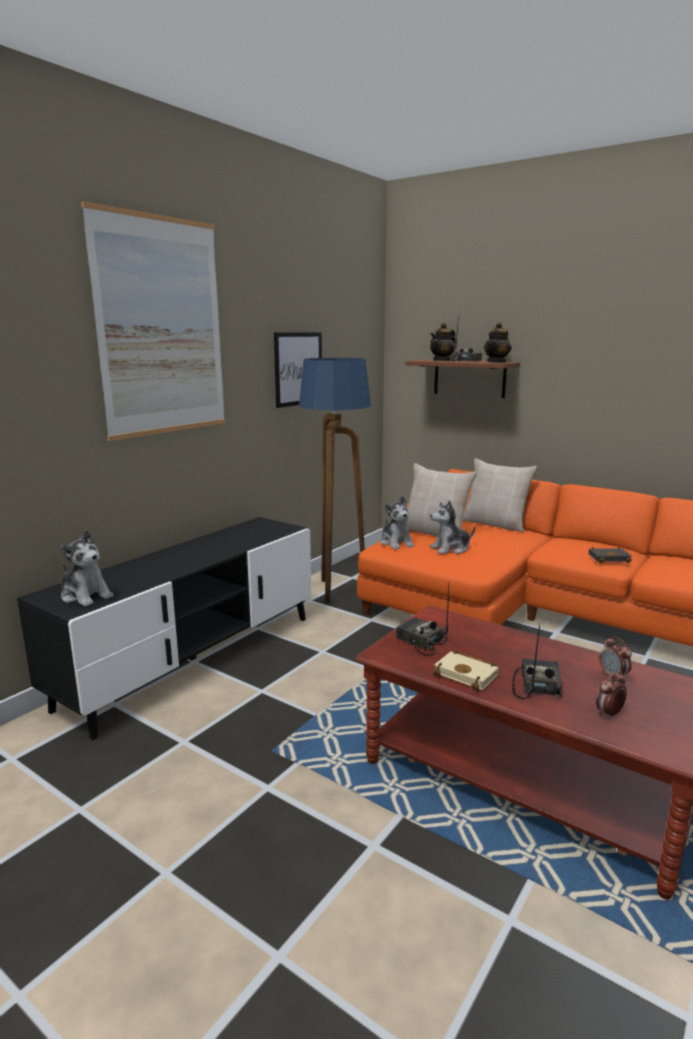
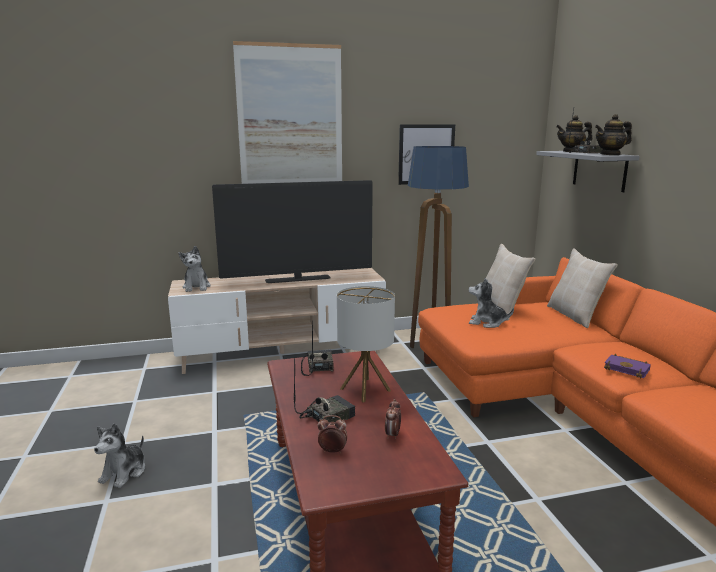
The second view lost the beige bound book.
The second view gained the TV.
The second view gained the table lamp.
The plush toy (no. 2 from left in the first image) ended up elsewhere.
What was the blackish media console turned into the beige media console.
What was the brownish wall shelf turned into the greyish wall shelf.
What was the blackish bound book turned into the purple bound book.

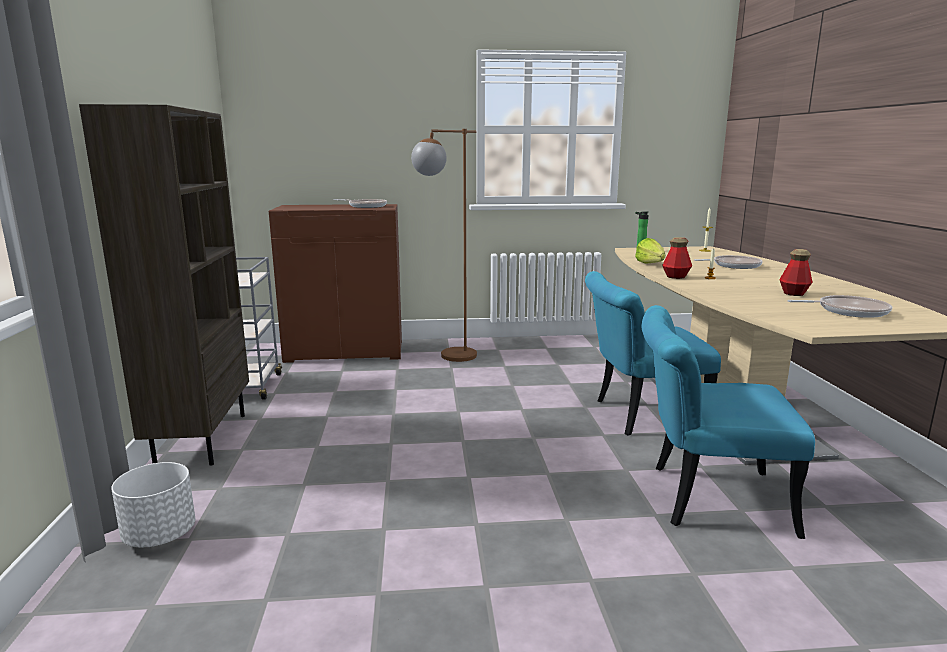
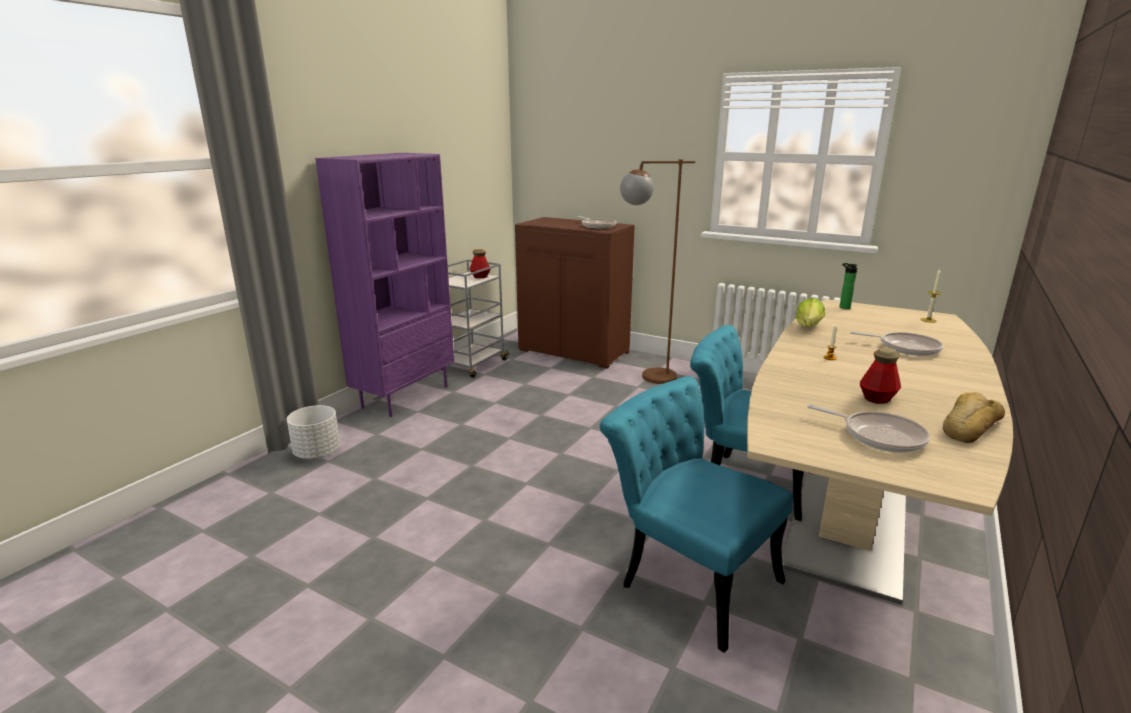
The second view gained the bakery bread.
The beverage bottle (no. 2 from left in the first image) ended up elsewhere.
What was the brownish shelving unit turned into the purple shelving unit.

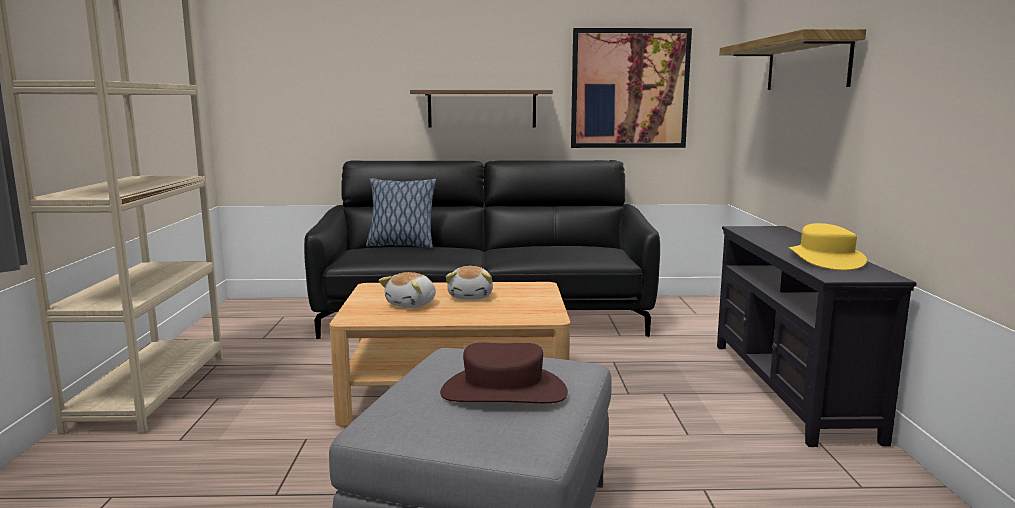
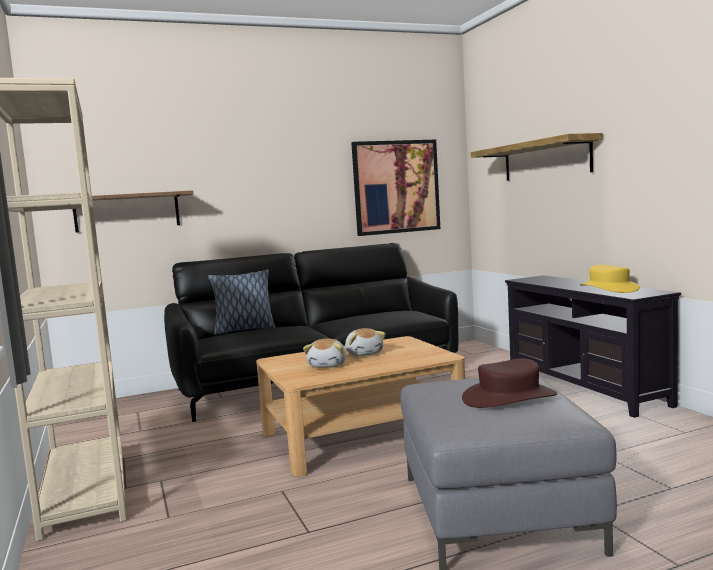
The wall shelf (no. 1 from left) ended up elsewhere.

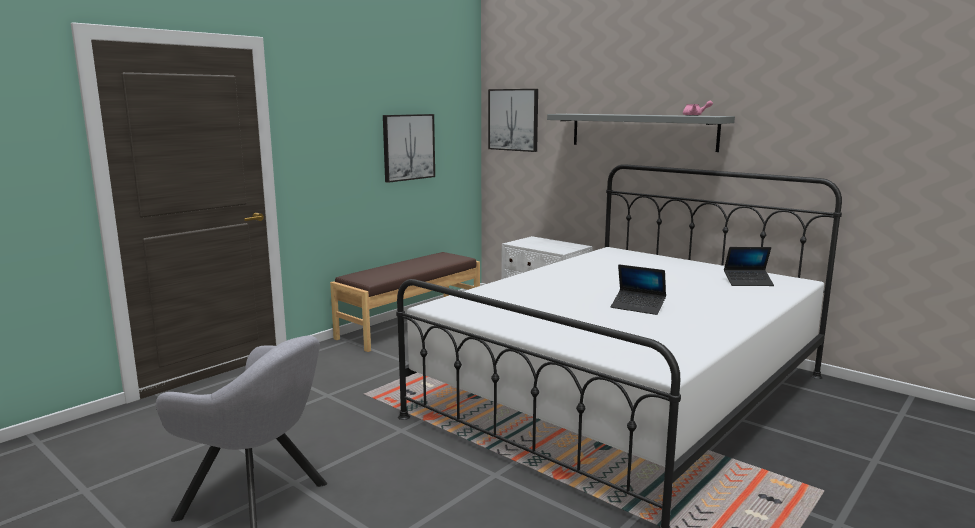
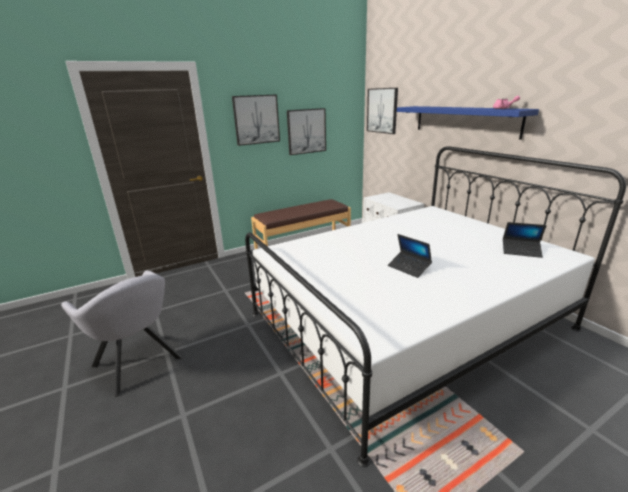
The second view gained the wall picture (no. 1 from left).
What was the greyish wall shelf turned into the bluish wall shelf.

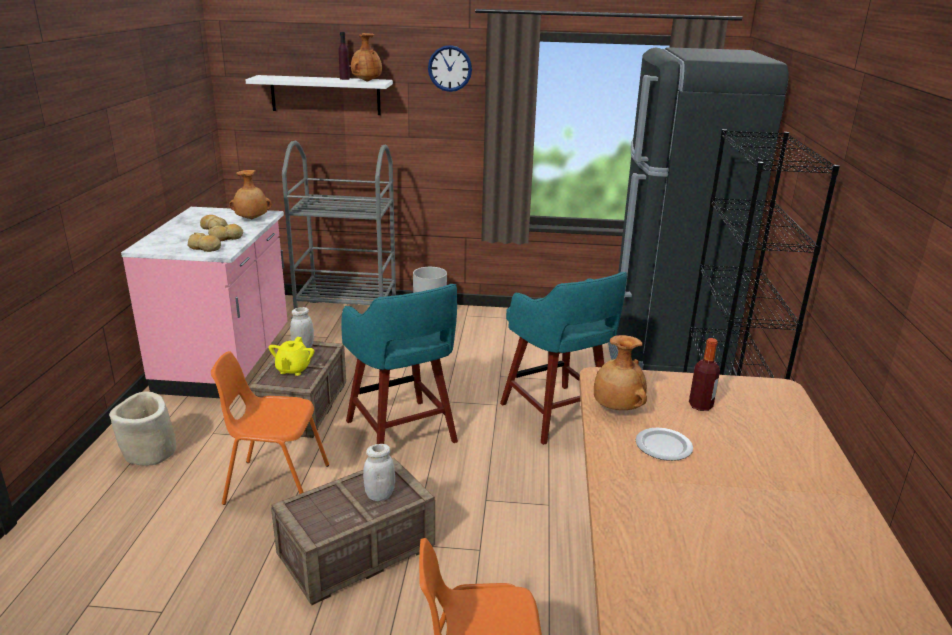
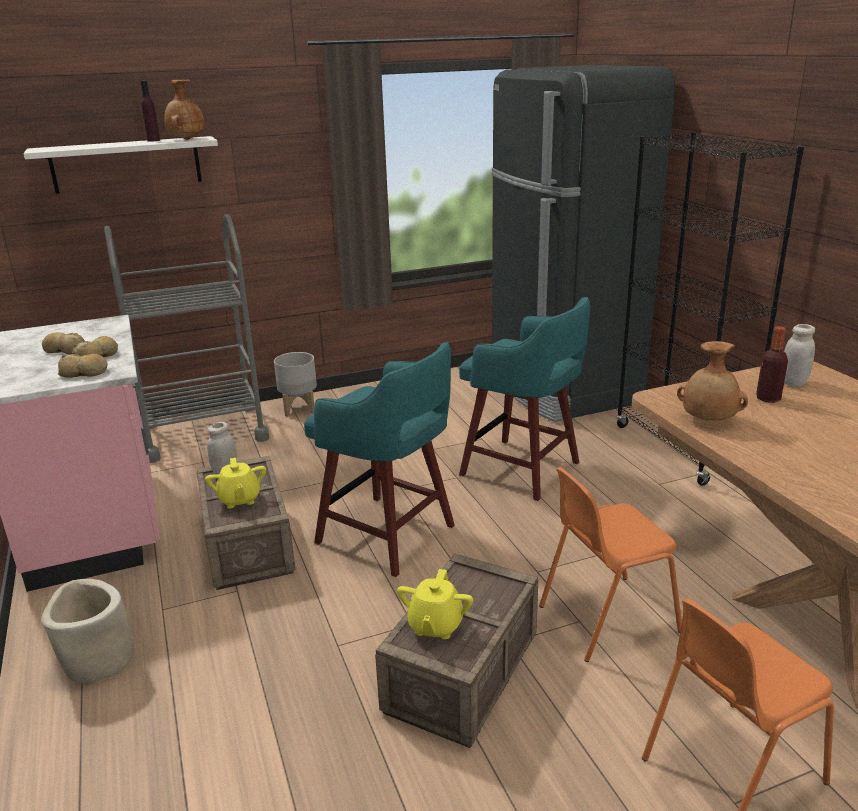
The second view lost the brownish vase (no. 1 from left).
The second view lost the wall clock.
The second view lost the flat dish.
The second view gained the yellow teapot (no. 2 from left).
The orange-coloured upright chair (no. 1 from left) ended up elsewhere.
The white-coloured jar (no. 2 from left) ended up elsewhere.

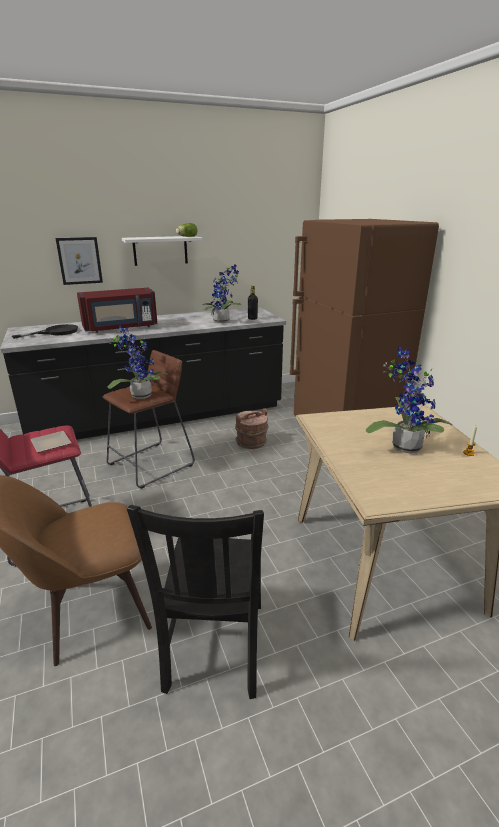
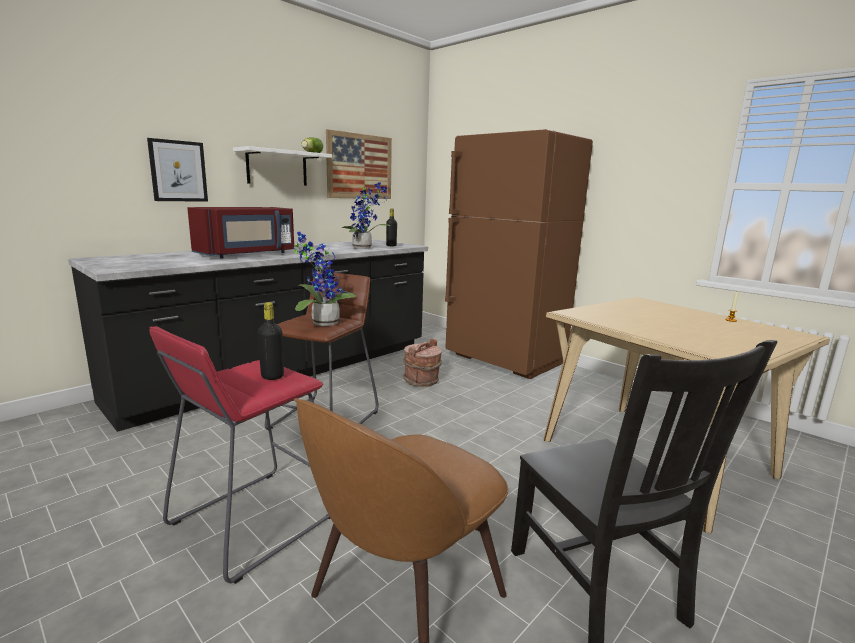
The second view lost the blackish skillet.
The second view lost the potted plant (no. 3 from left).
The second view gained the wall picture (no. 2 from left).
Where the flat dish stood, the blackish beverage bottle (no. 1 from left) came to stand.

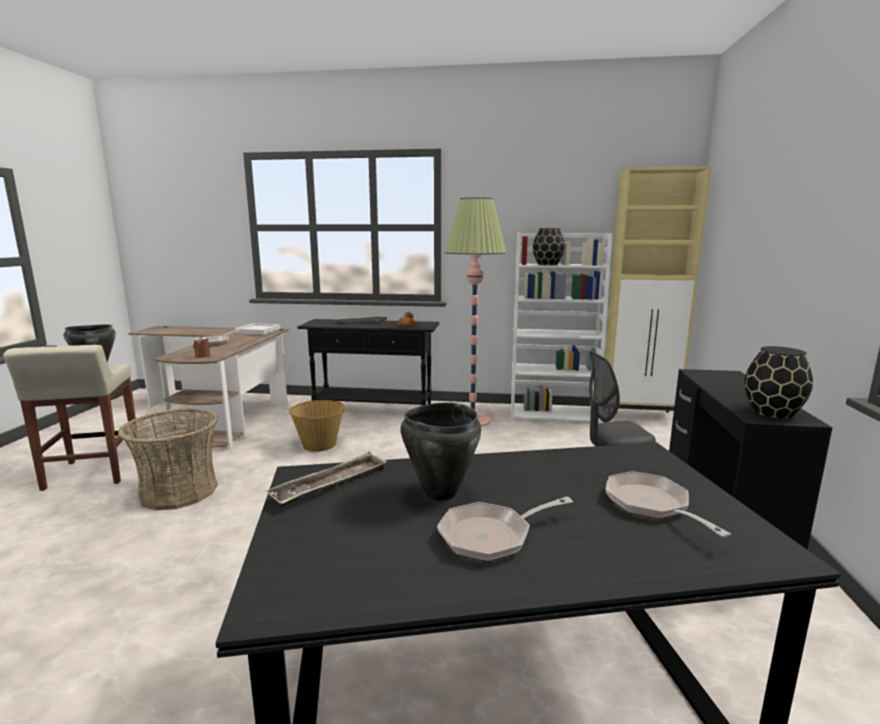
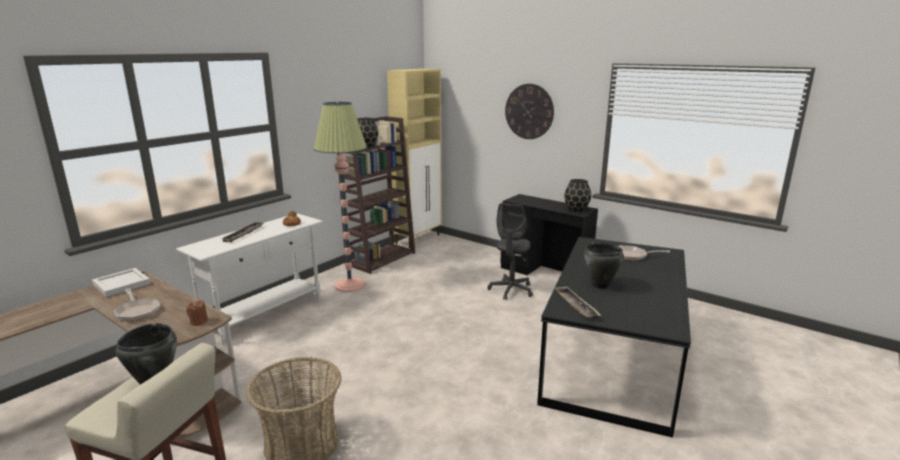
The second view lost the storage basket (no. 2 from left).
The second view lost the skillet (no. 2 from left).
The second view gained the wall clock.
What was the blackish narrow table turned into the white-coloured narrow table.
What was the white-coloured shelving unit turned into the brownish shelving unit.

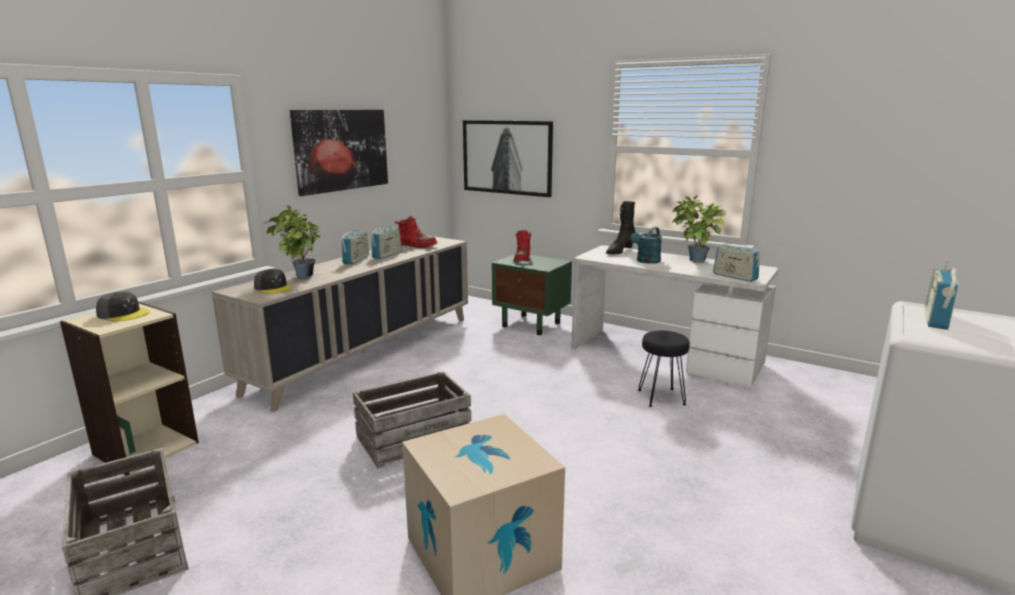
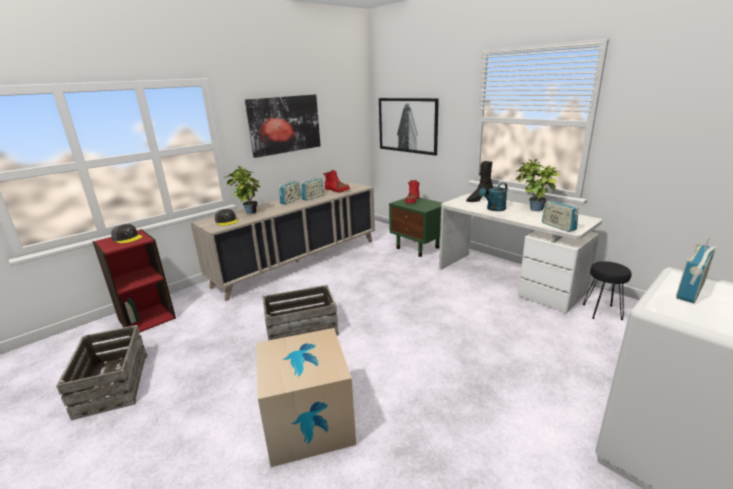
The blackish stool ended up elsewhere.
What was the beige shelving unit turned into the red shelving unit.

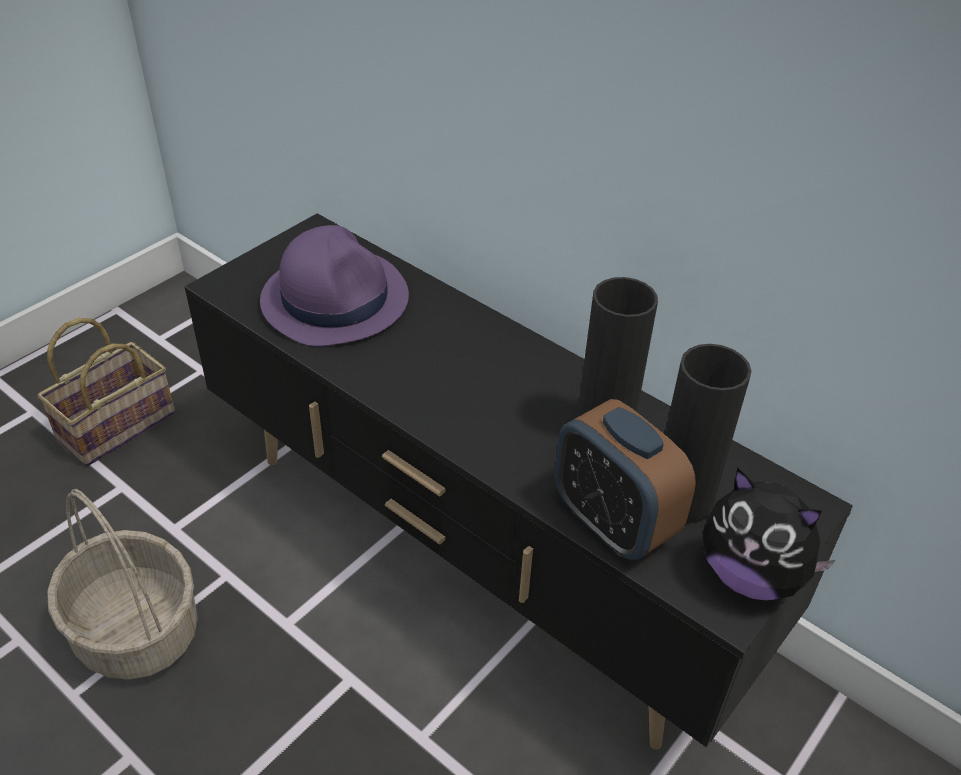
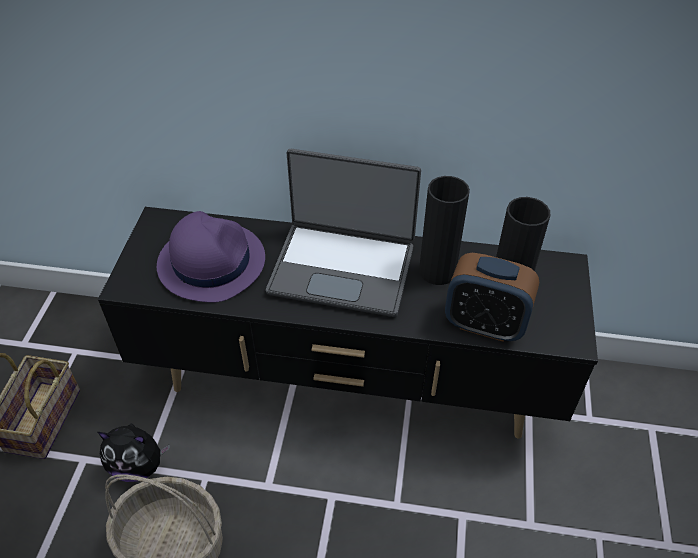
The second view gained the portable computer.
The plush toy ended up elsewhere.

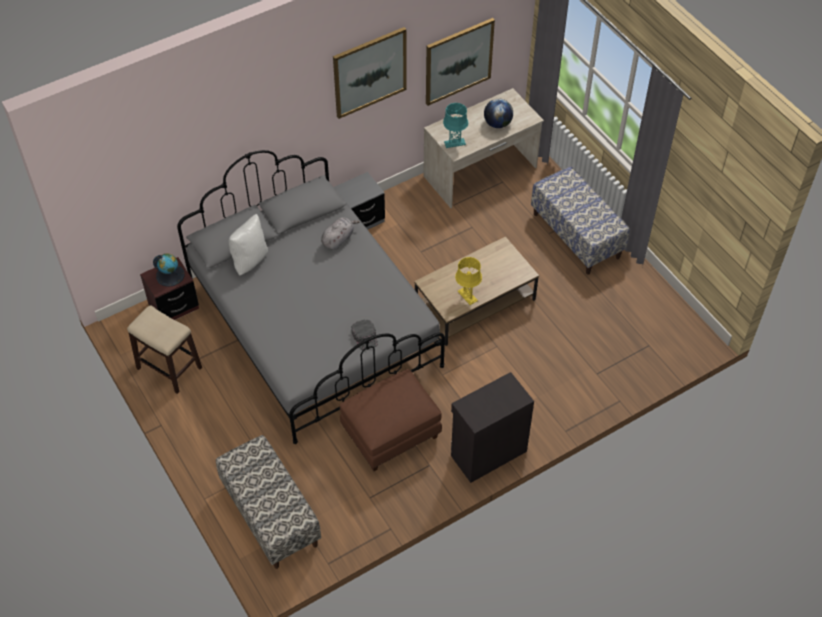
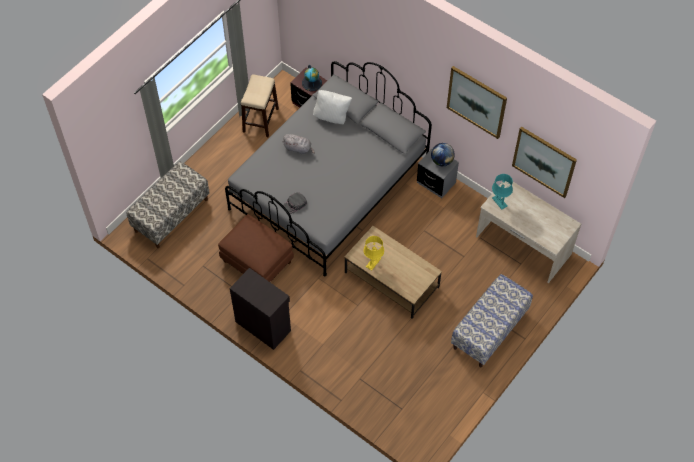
The greyish plush toy ended up elsewhere.
The desk globe (no. 2 from left) ended up elsewhere.

